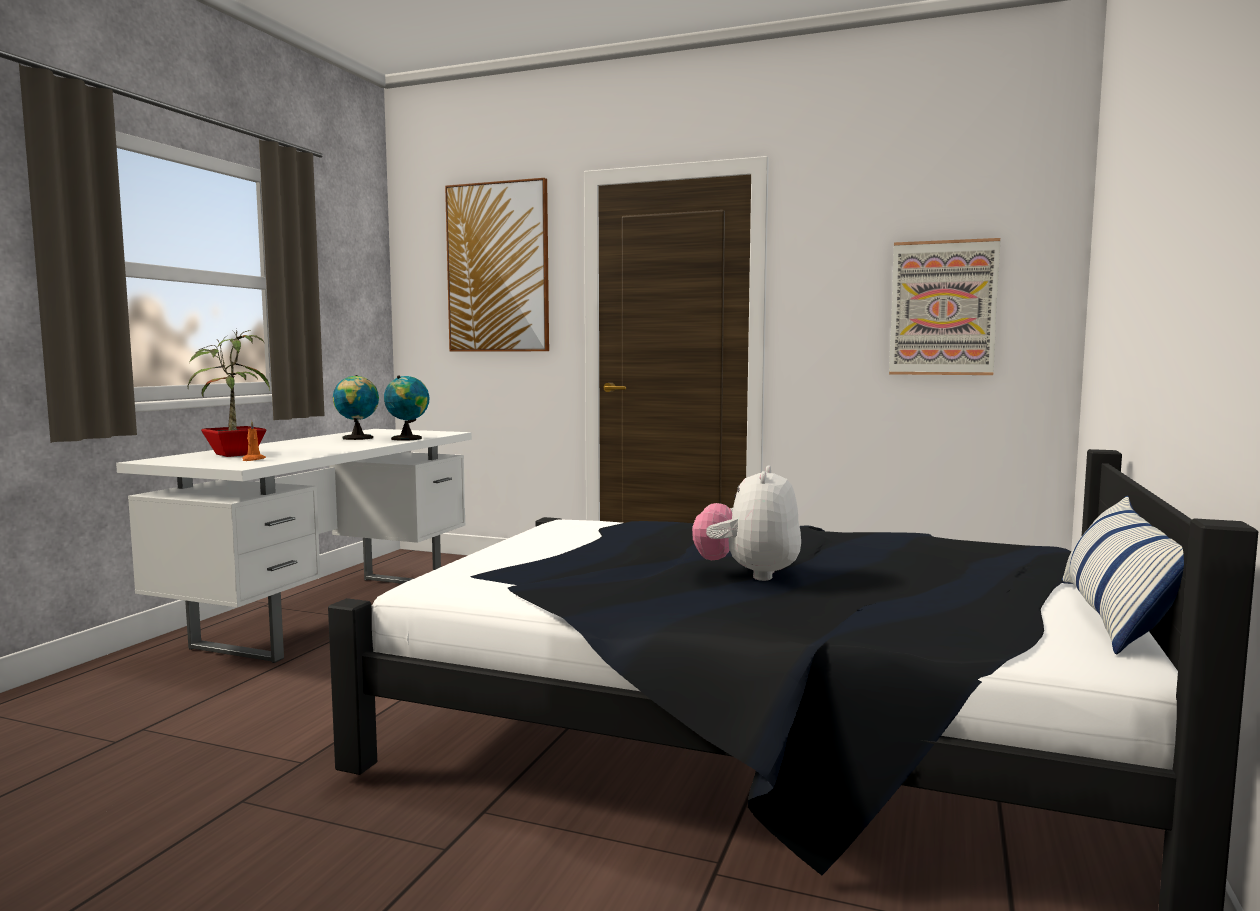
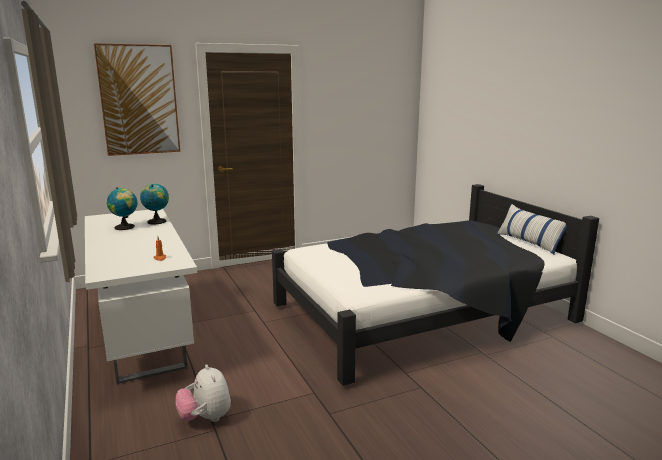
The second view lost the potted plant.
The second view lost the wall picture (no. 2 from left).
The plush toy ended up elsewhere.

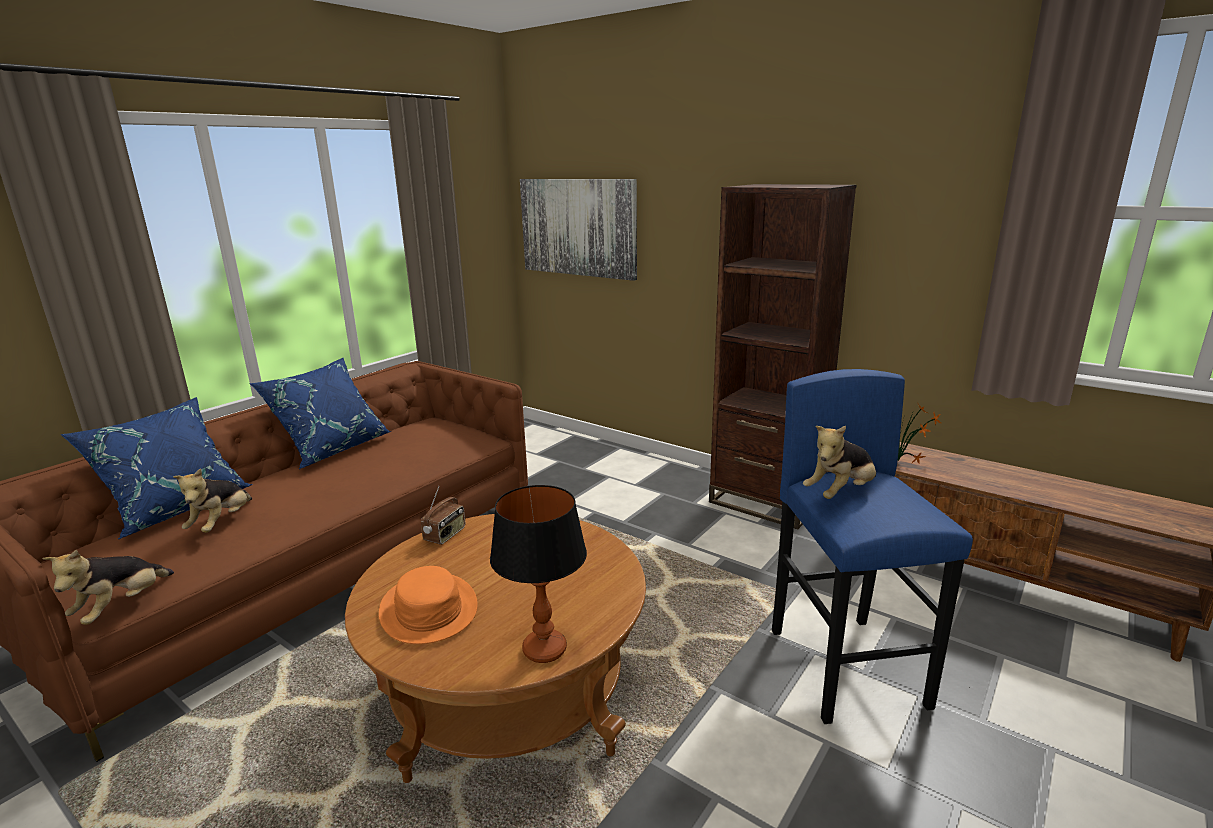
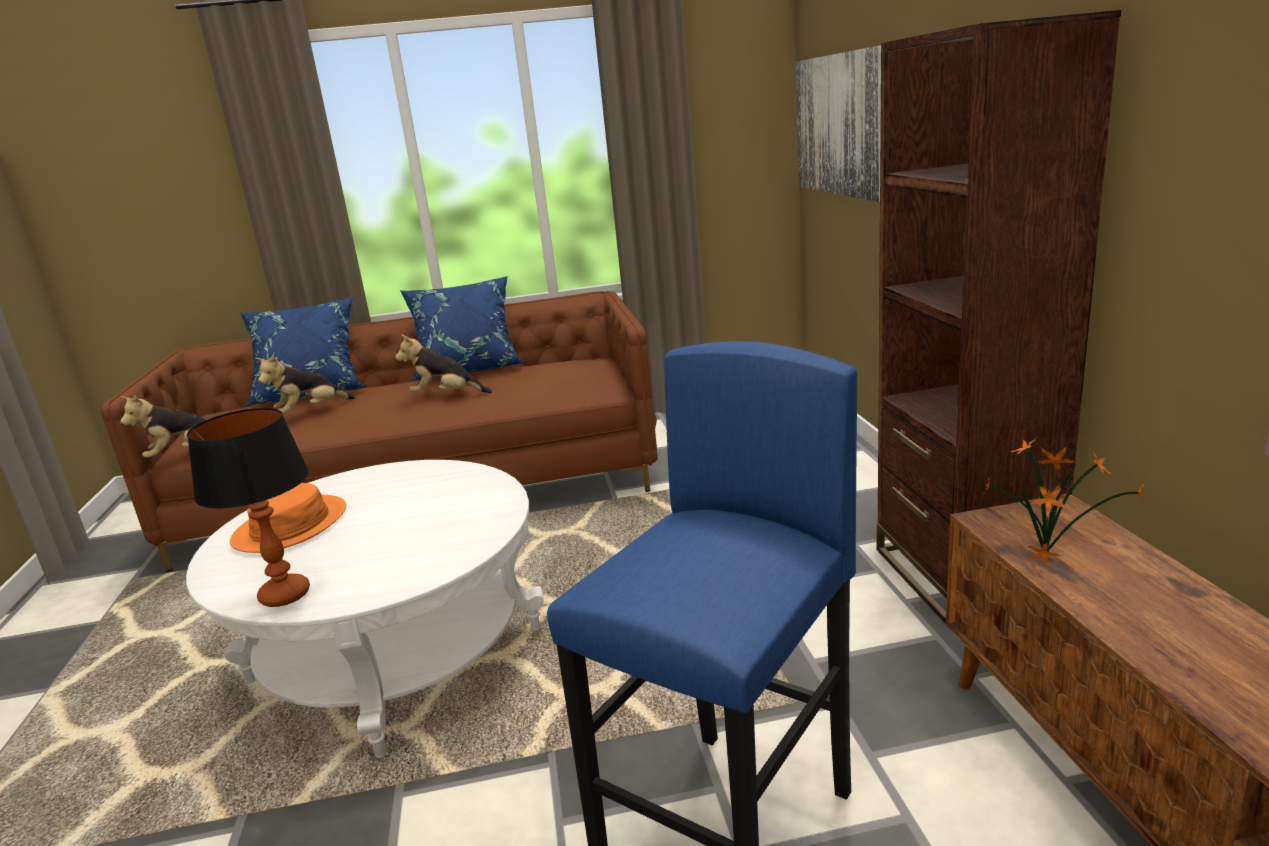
The second view lost the radio.
The plush toy (no. 3 from left) ended up elsewhere.
What was the brownish low table turned into the white-coloured low table.

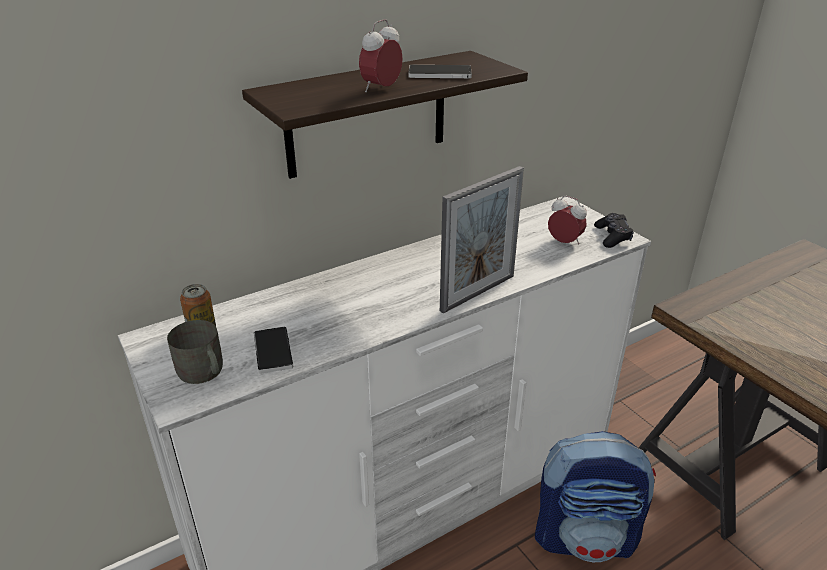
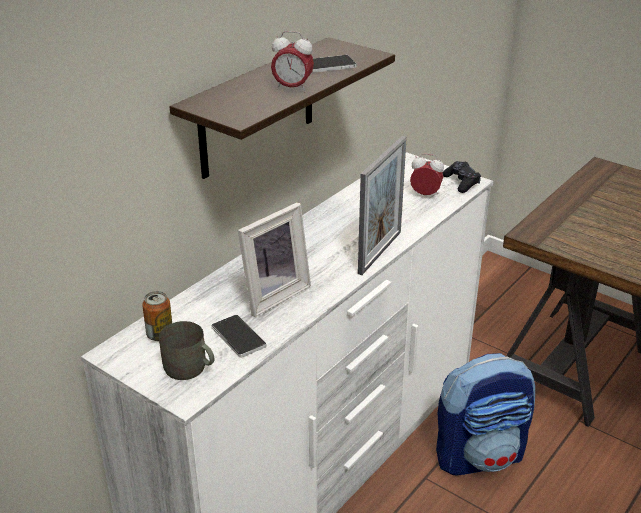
The second view gained the picture frame (no. 1 from left).
The alarm clock (no. 1 from left) ended up facing another way, 90 degrees counterclockwise from before.

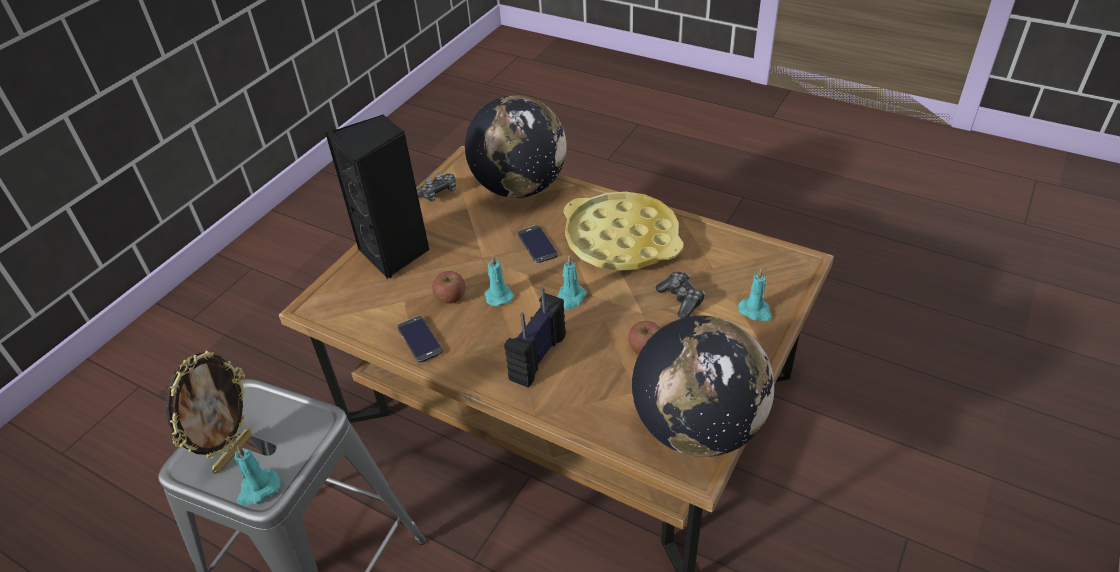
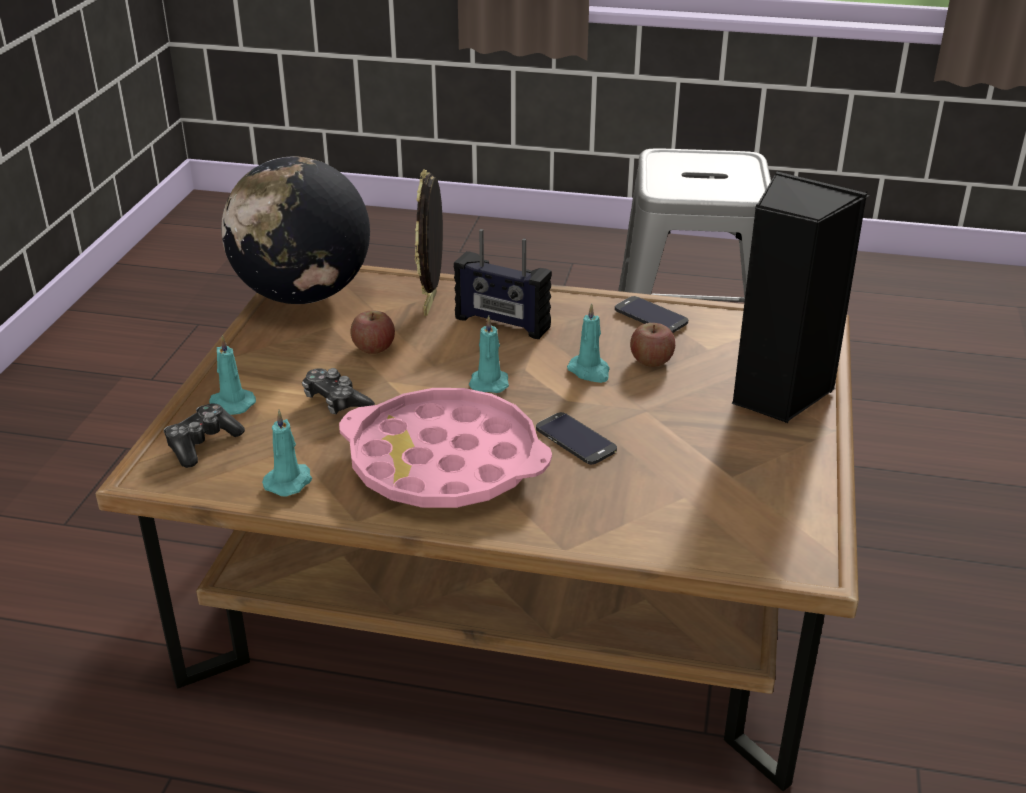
The second view lost the desk globe (no. 1 from left).
The picture frame ended up elsewhere.
The turquoise-coloured wax light (no. 1 from left in the first image) ended up elsewhere.
The gamepad (no. 1 from left) ended up elsewhere.
What was the yellow carrying tray turned into the pinkish carrying tray.
The radio ended up facing another way, 105 degrees clockwise from before.

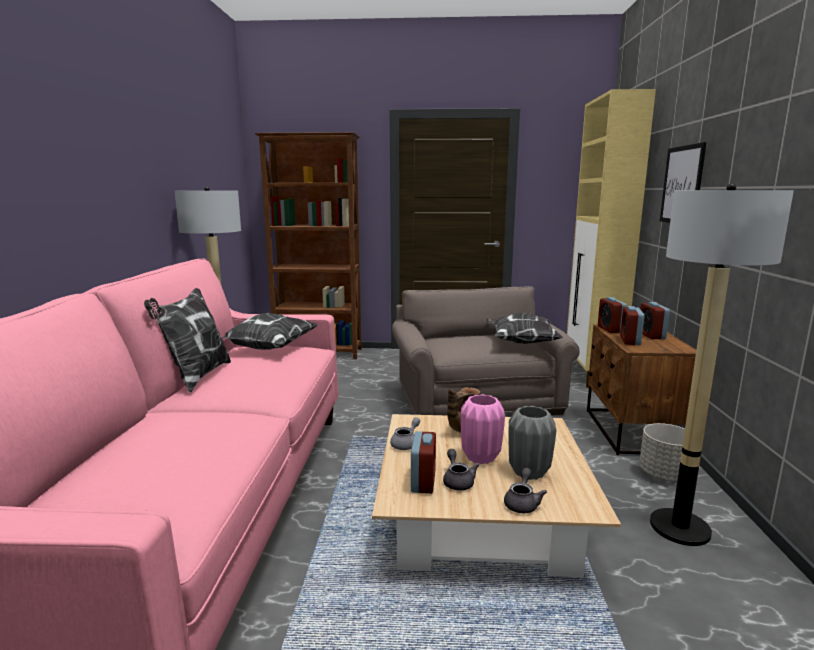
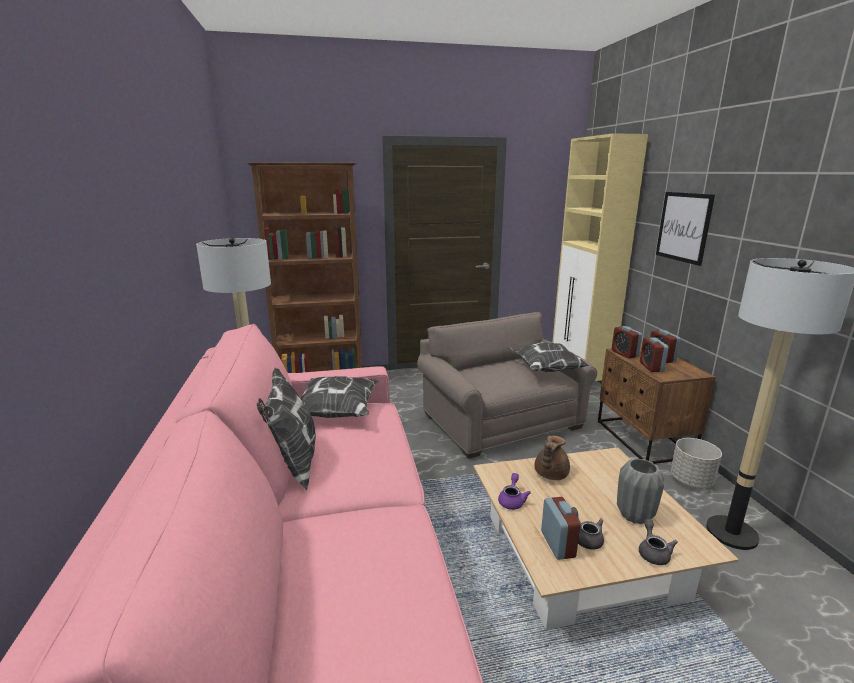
The second view lost the pinkish vase.
What was the greyish teapot (no. 1 from left) turned into the purple teapot.

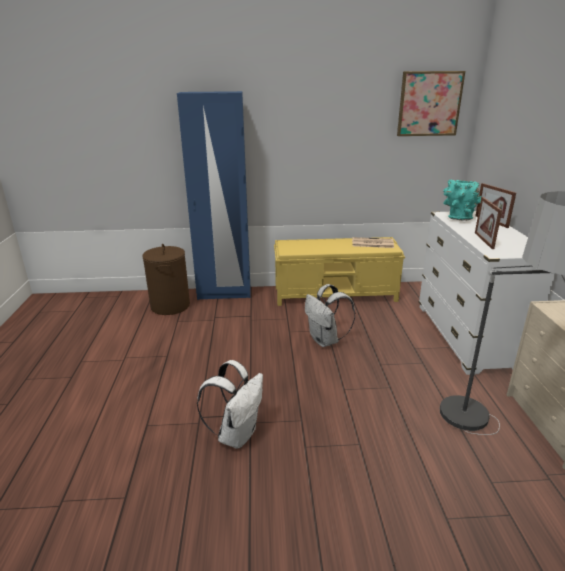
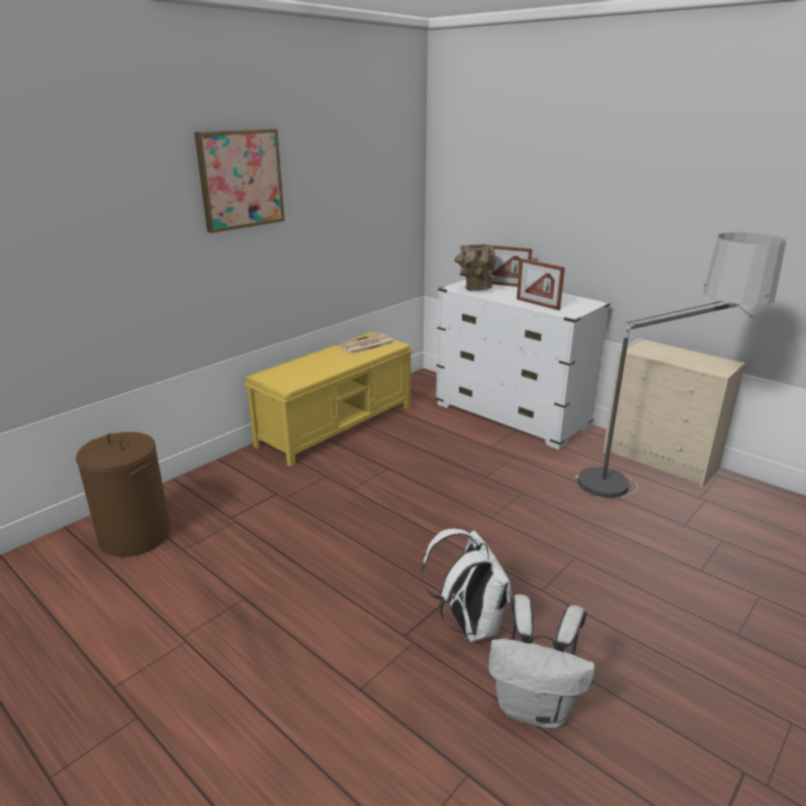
The second view lost the bluish wardrobe.
The white-coloured backpack (no. 2 from left) ended up elsewhere.
The wall picture ended up elsewhere.
What was the turquoise-coloured vase turned into the brownish vase.

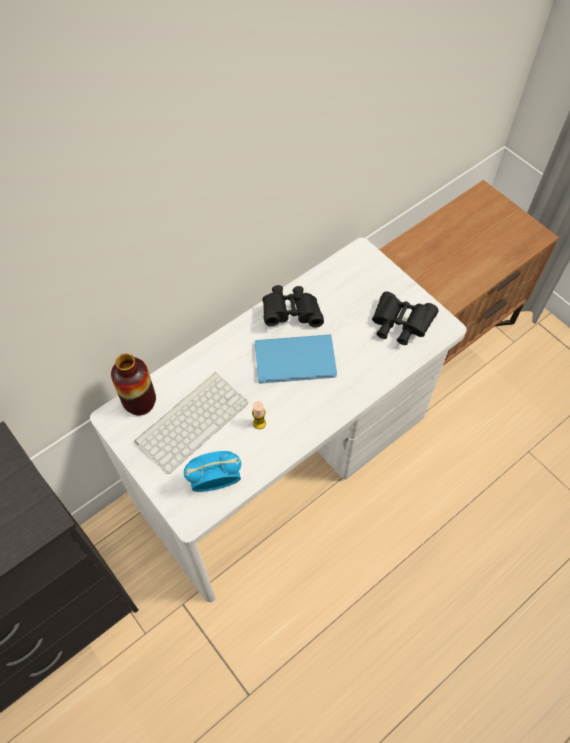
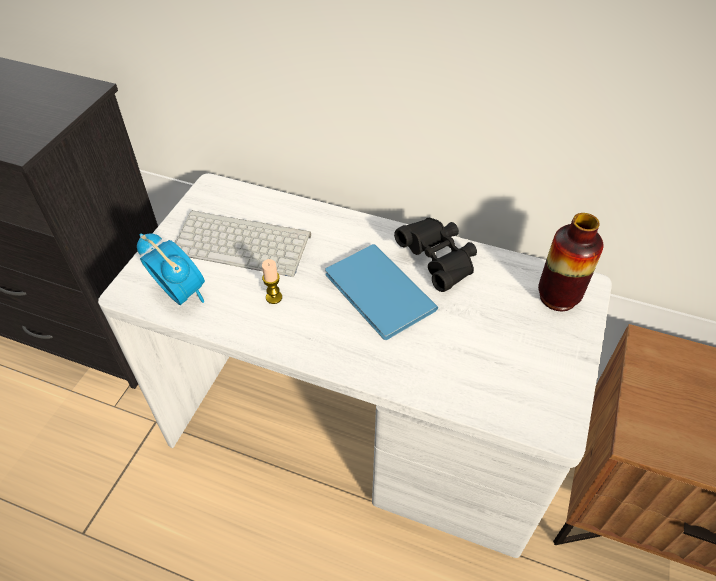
The second view lost the blackish field glasses (no. 2 from left).
The vase ended up elsewhere.

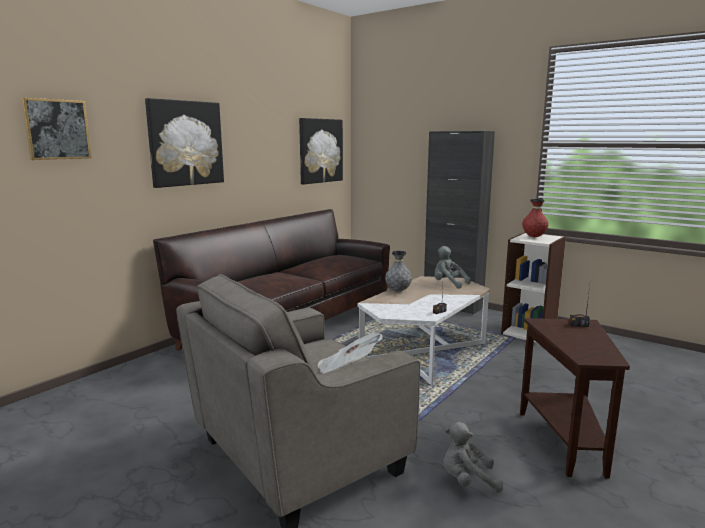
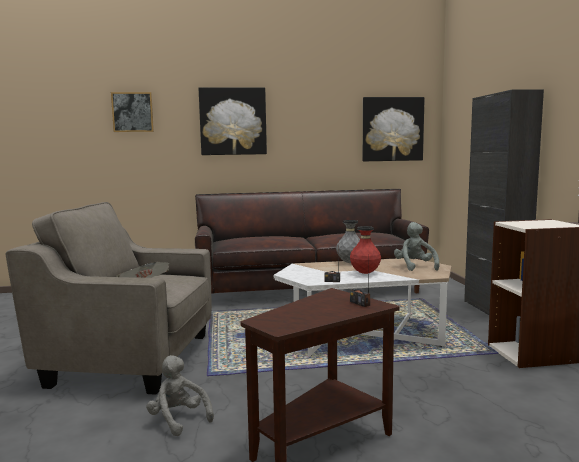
The red vase ended up elsewhere.

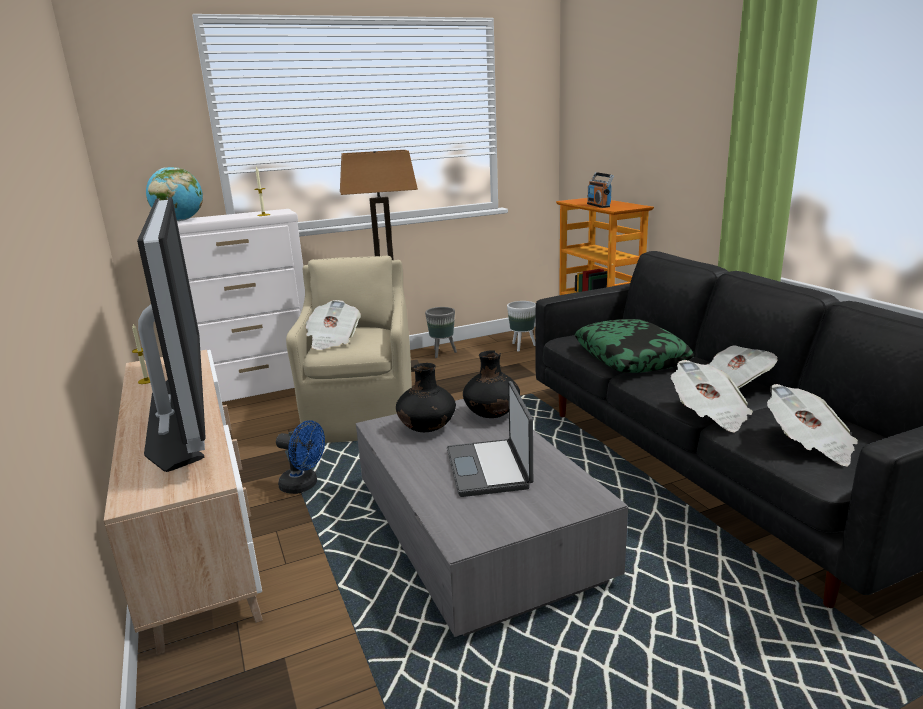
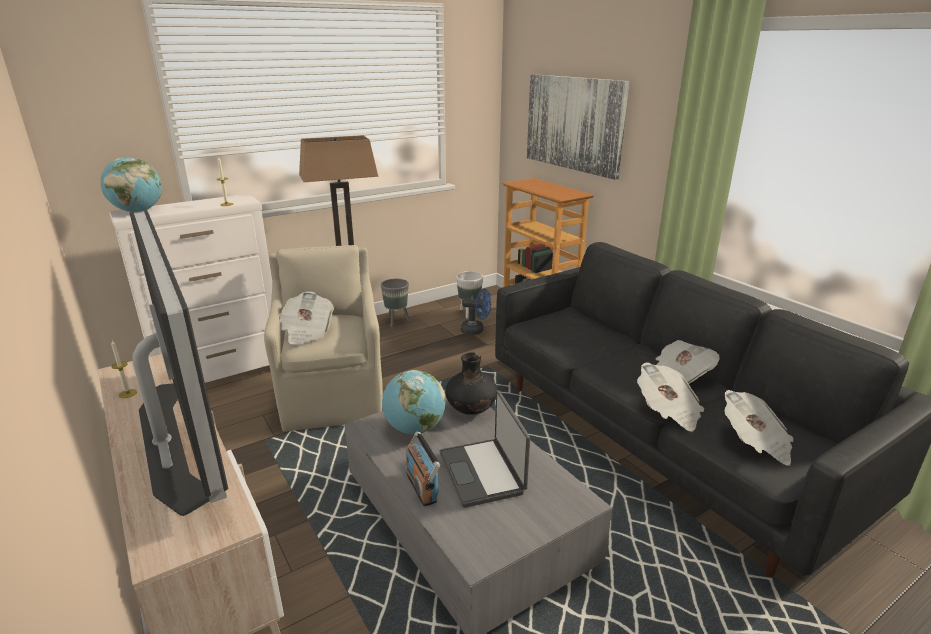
The second view lost the cushion.
The second view gained the wall picture.
The bluish cooling fan ended up elsewhere.
The radio ended up elsewhere.
Where the blackish vase (no. 1 from left) stood, the desk globe (no. 2 from left) came to stand.

